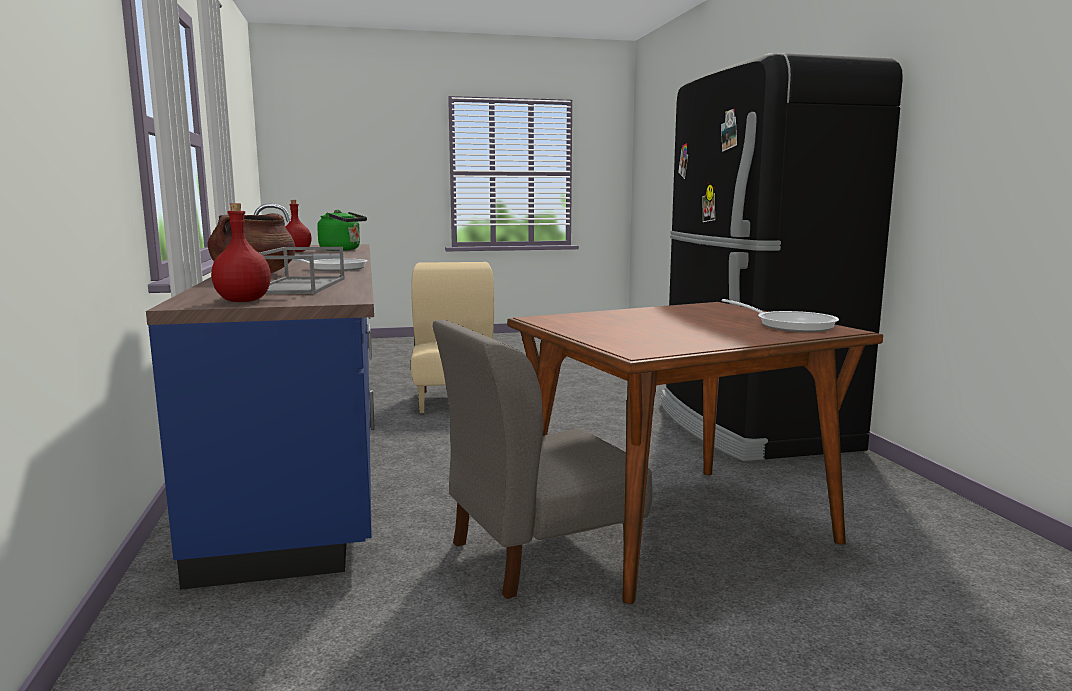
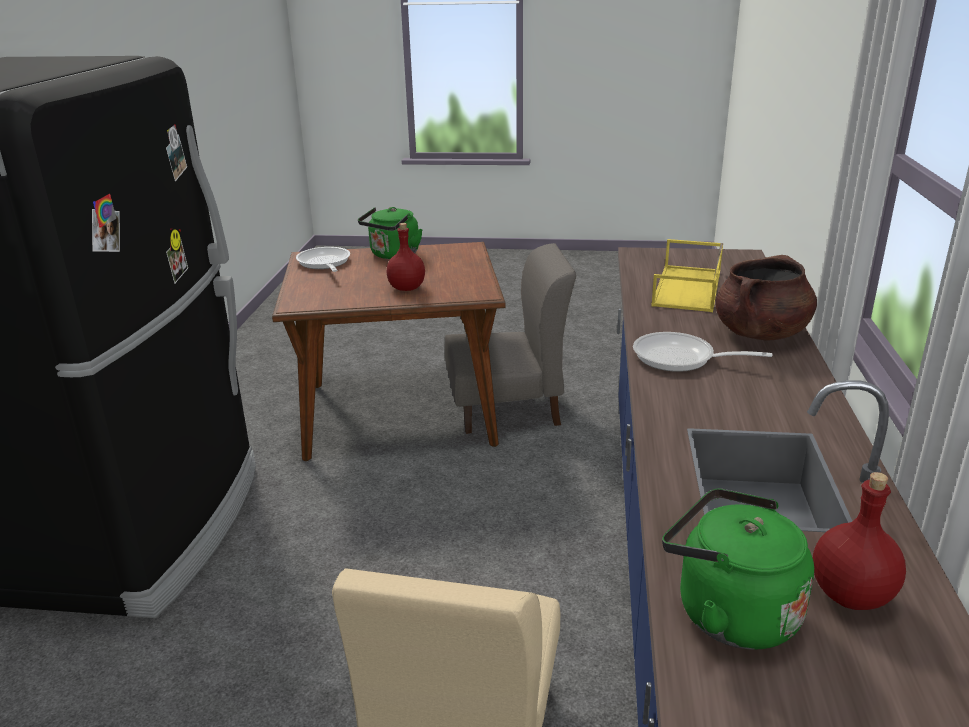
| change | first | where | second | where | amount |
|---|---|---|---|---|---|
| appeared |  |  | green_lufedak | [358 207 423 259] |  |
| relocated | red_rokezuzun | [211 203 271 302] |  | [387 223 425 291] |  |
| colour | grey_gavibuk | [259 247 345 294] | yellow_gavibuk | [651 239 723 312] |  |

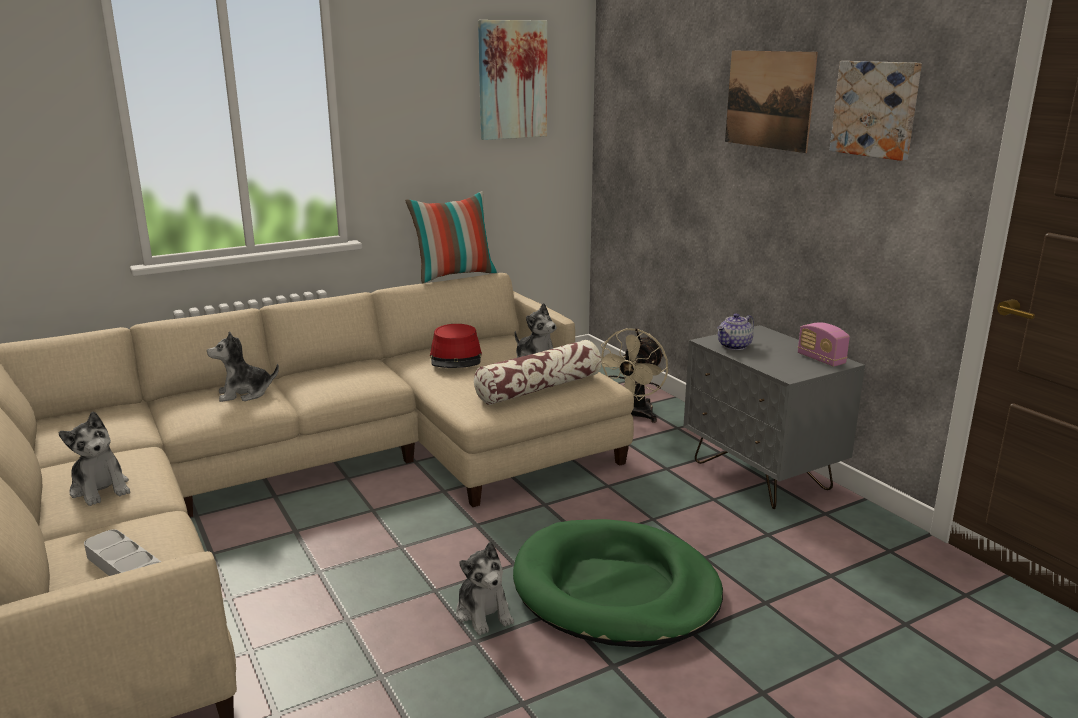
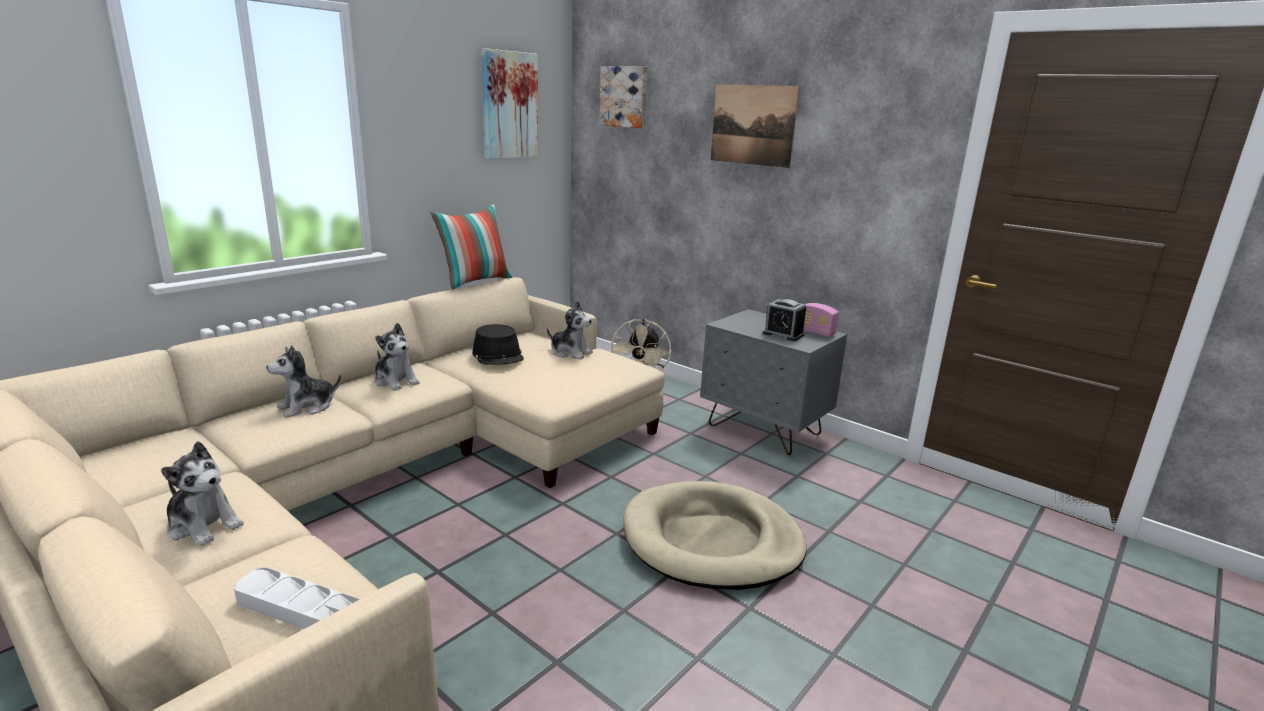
| change | first | where | second | where | amount |
|---|---|---|---|---|---|
| missing | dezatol | [474 340 602 405] |  |  |  |
| missing | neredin | [717 313 754 350] |  |  |  |
| appeared |  |  | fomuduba | [763 299 806 341] |  |
| relocated | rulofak | [456 542 514 635] |  | [374 323 420 391] |  |
| relocated | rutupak | [830 61 922 161] |  | [599 66 647 128] |  |
| colour | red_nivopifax | [430 324 482 368] | black_nivopifax | [473 324 524 365] |  |
| colour | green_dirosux | [513 519 723 647] | beige_dirosux | [623 481 806 590] |  |

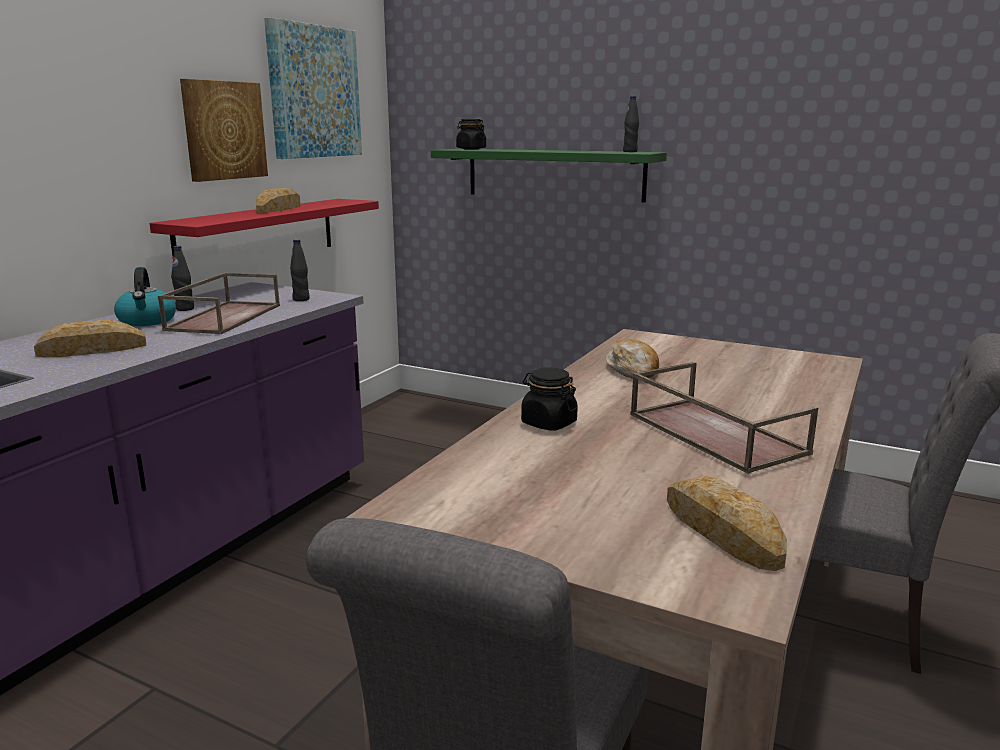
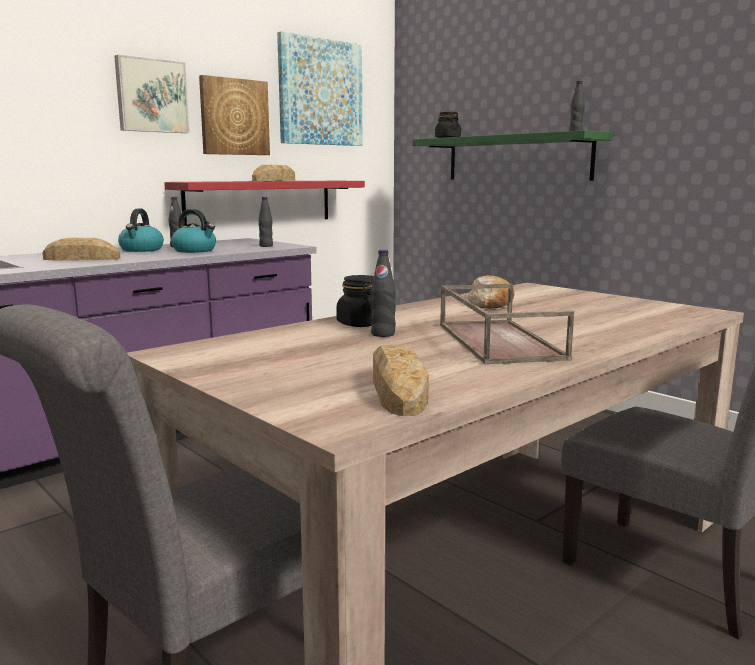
| change | first | where | second | where | amount |
|---|---|---|---|---|---|
| appeared |  |  | rutupak | [114 55 190 133] |  |
| appeared |  |  | black_rokezuzun | [371 250 396 337] |  |
| exchanged | brown_gavibuk | [158 273 280 334] | lufedak | [171 209 216 253] |  |

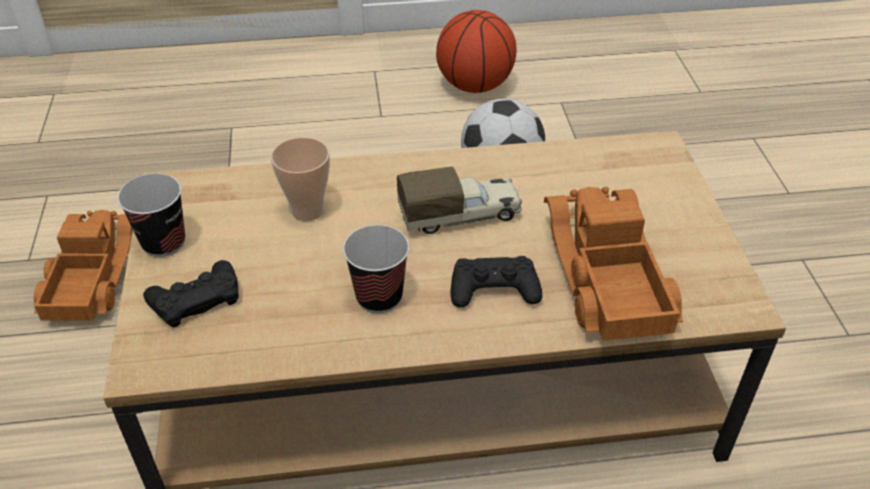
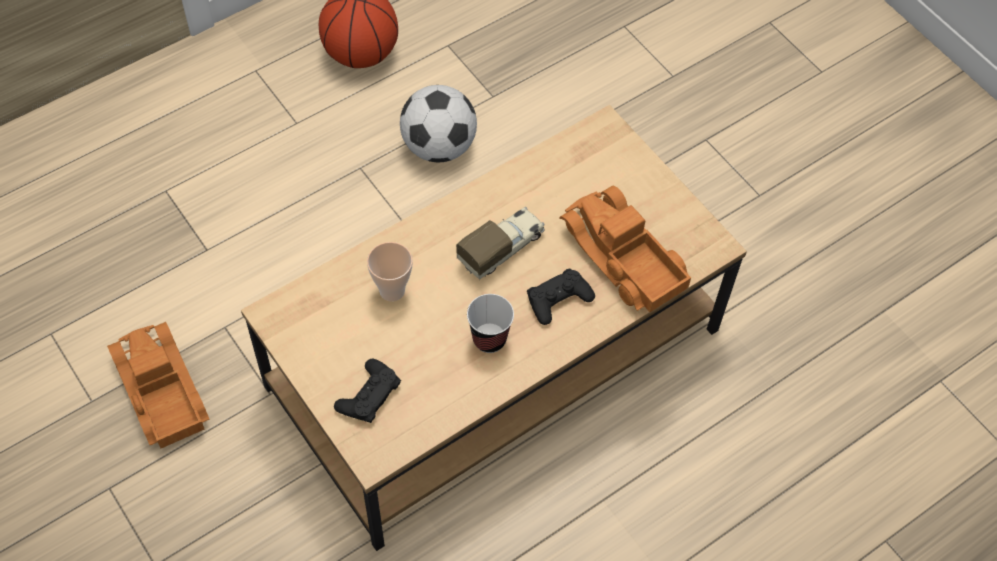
| change | first | where | second | where | amount |
|---|---|---|---|---|---|
| missing | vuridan | [117 173 185 257] |  |  |  |

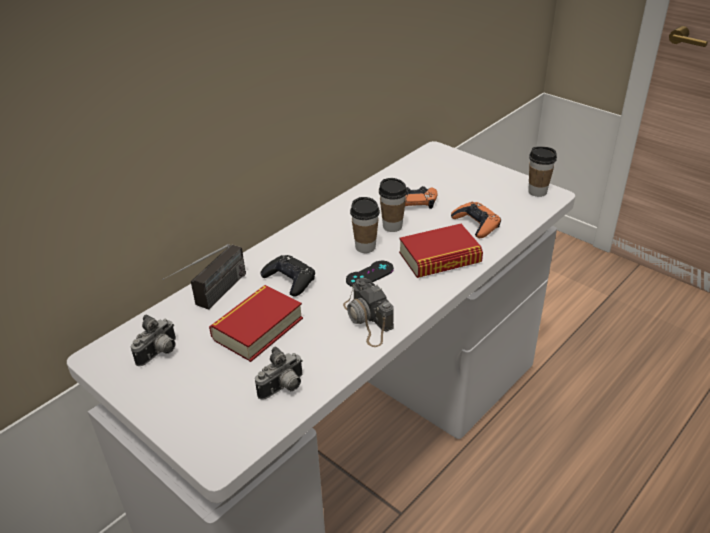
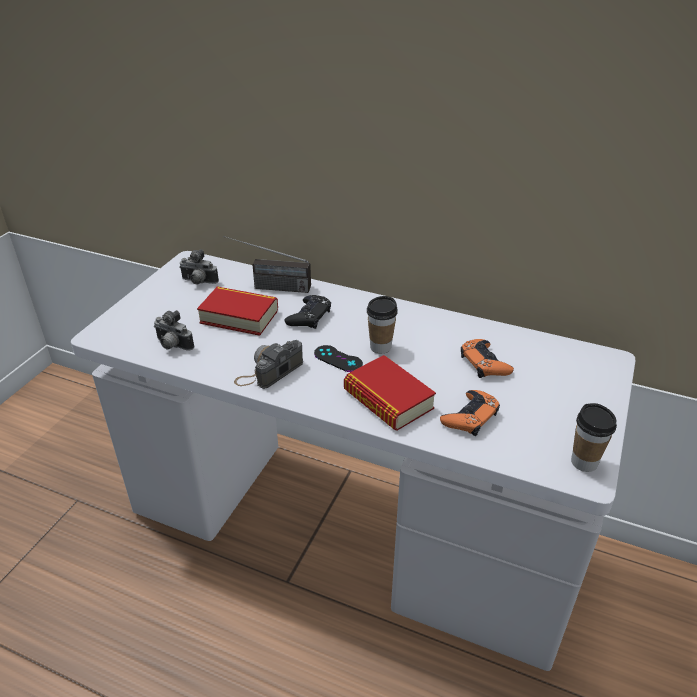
| change | first | where | second | where | amount |
|---|---|---|---|---|---|
| missing | vuridan | [379 178 407 232] |  |  |  |

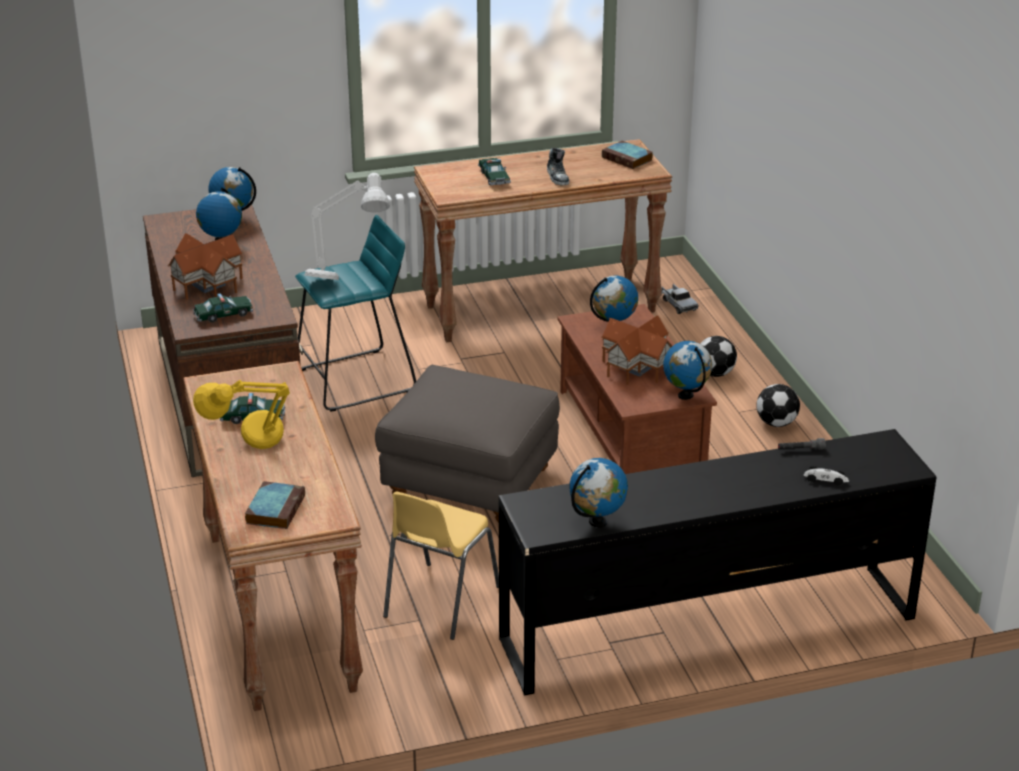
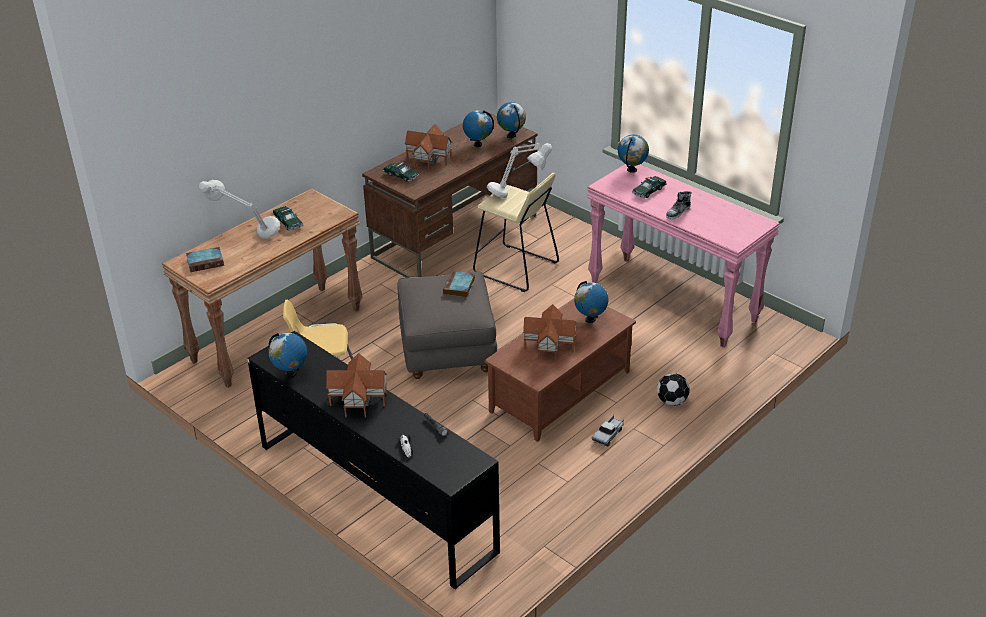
| change | first | where | second | where | amount |
|---|---|---|---|---|---|
| missing | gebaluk | [756 384 800 427] |  |  |  |
| appeared |  |  | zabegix | [326 353 387 417] |  |
| relocated | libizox | [602 141 653 169] |  | [443 271 475 298] |  |
| relocated | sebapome | [661 284 699 314] |  | [592 415 624 447] |  |
| relocated | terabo | [663 341 712 400] |  | [618 134 649 173] |  |
| colour | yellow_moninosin | [193 380 290 449] | grey_moninosin | [199 180 280 239] |  |
| colour | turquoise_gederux | [295 215 416 412] | beige_gederux | [473 173 559 292] |  |
| colour | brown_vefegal | [414 139 672 342] | pink_vefegal | [587 164 780 348] |  |

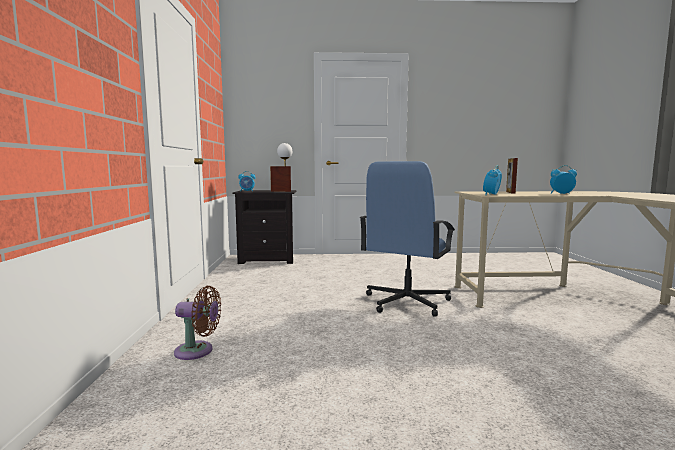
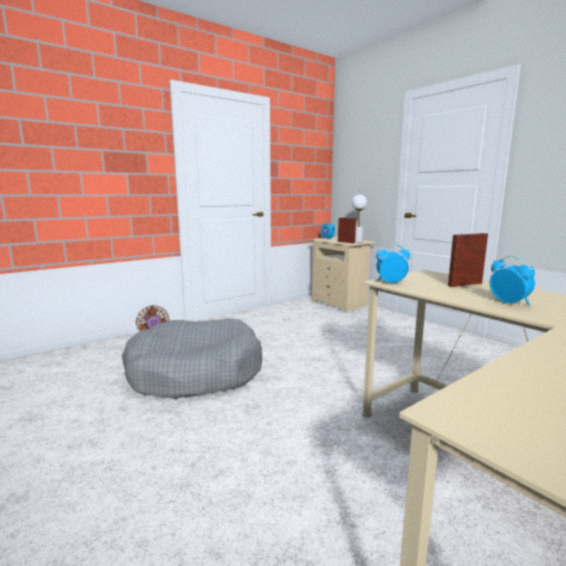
| change | first | where | second | where | amount |
|---|---|---|---|---|---|
| missing | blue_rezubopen | [359 161 455 317] |  |  |  |
| appeared |  |  | grey_dirosux | [122 318 262 399] |  |
| colour | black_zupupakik | [232 190 297 264] | beige_zupupakik | [310 237 376 313] |  |

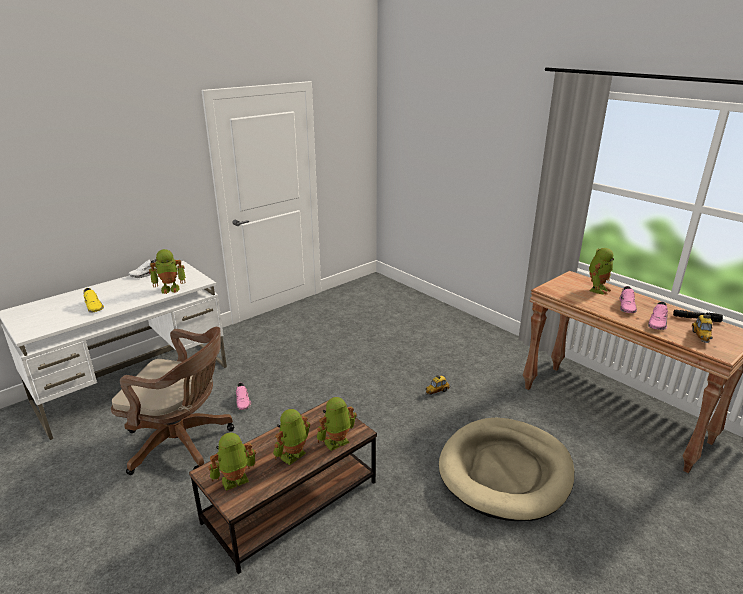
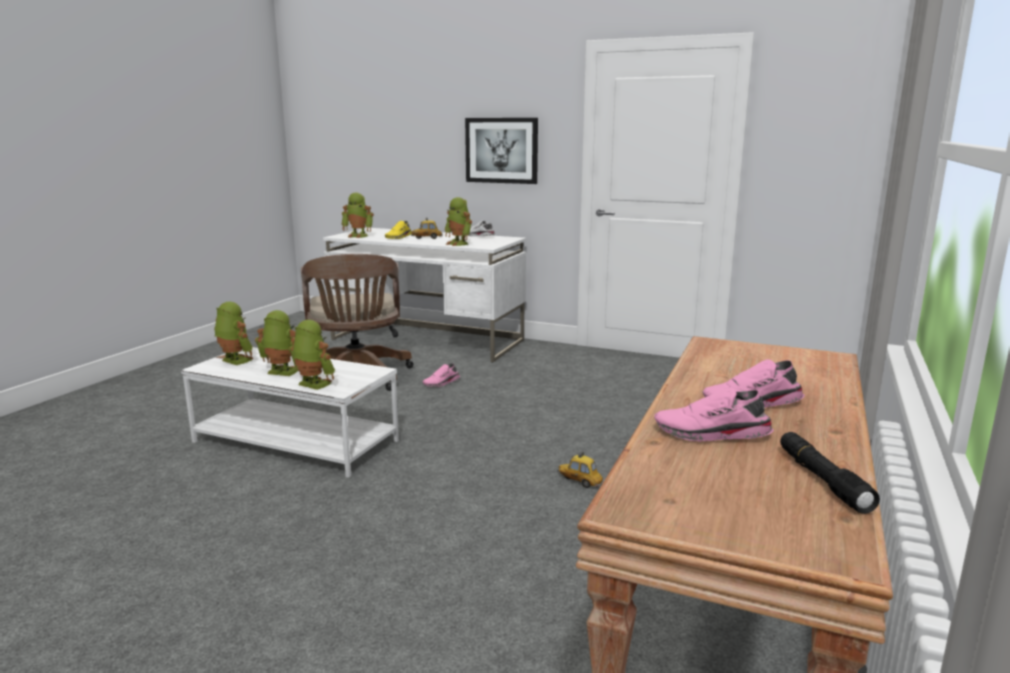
| change | first | where | second | where | amount |
|---|---|---|---|---|---|
| missing | beige_dirosux | [439 418 574 521] |  |  |  |
| appeared |  |  | rutupak | [465 118 538 184] |  |
| relocated | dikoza | [589 248 614 295] |  | [341 193 374 238] |  |
| relocated | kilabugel | [691 315 714 343] |  | [411 218 443 239] |  |
| colour | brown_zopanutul | [189 400 377 574] | white_zopanutul | [181 347 399 478] |  |

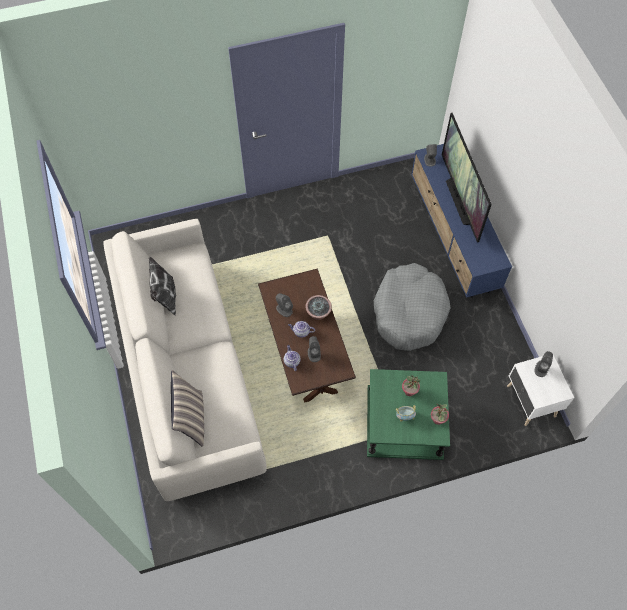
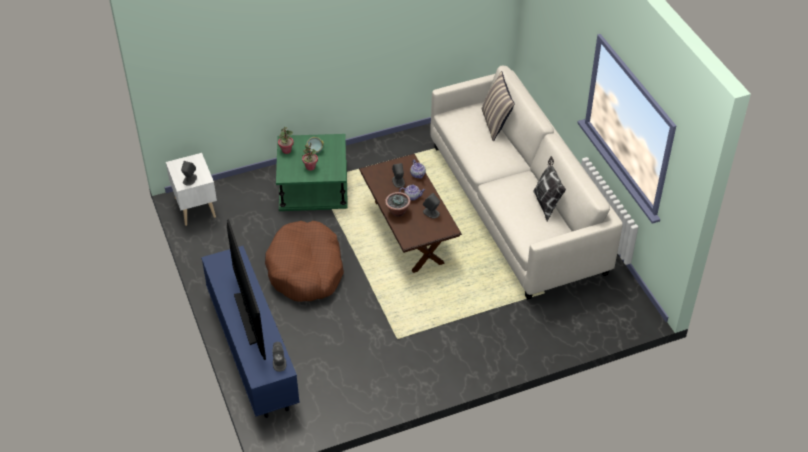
| change | first | where | second | where | amount |
|---|---|---|---|---|---|
| colour | grey_dirosux | [374 263 451 351] | brown_dirosux | [265 221 344 302] |  |

